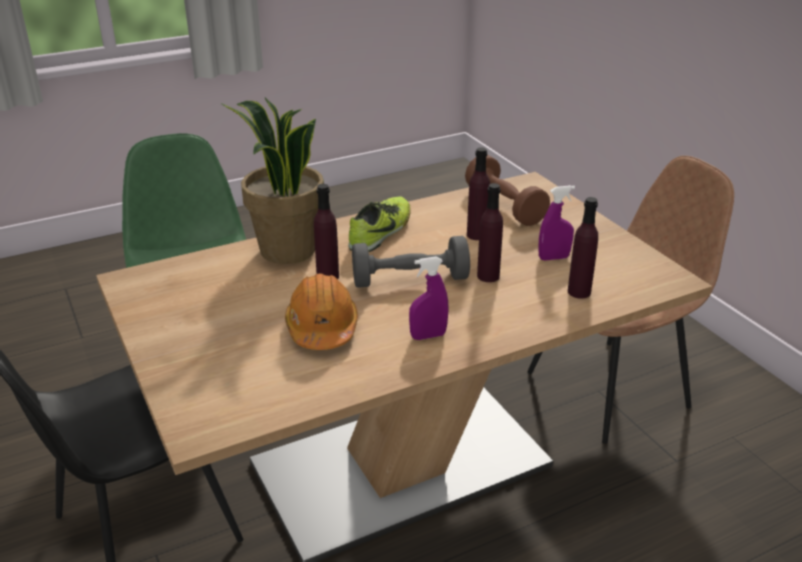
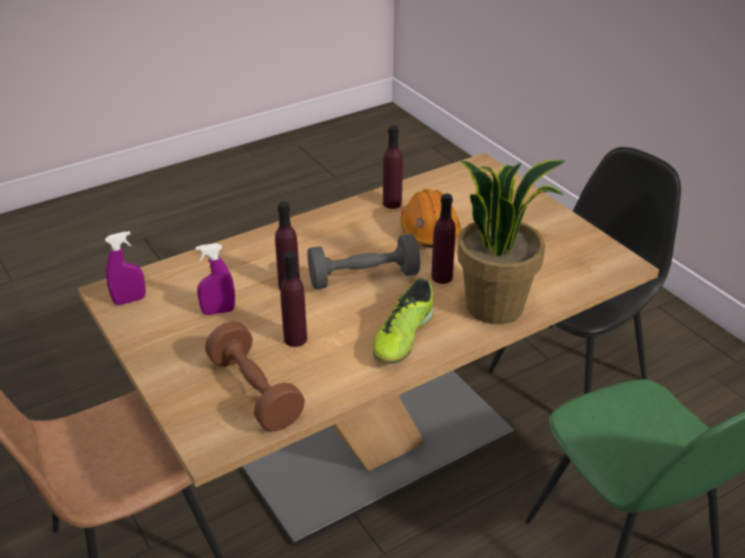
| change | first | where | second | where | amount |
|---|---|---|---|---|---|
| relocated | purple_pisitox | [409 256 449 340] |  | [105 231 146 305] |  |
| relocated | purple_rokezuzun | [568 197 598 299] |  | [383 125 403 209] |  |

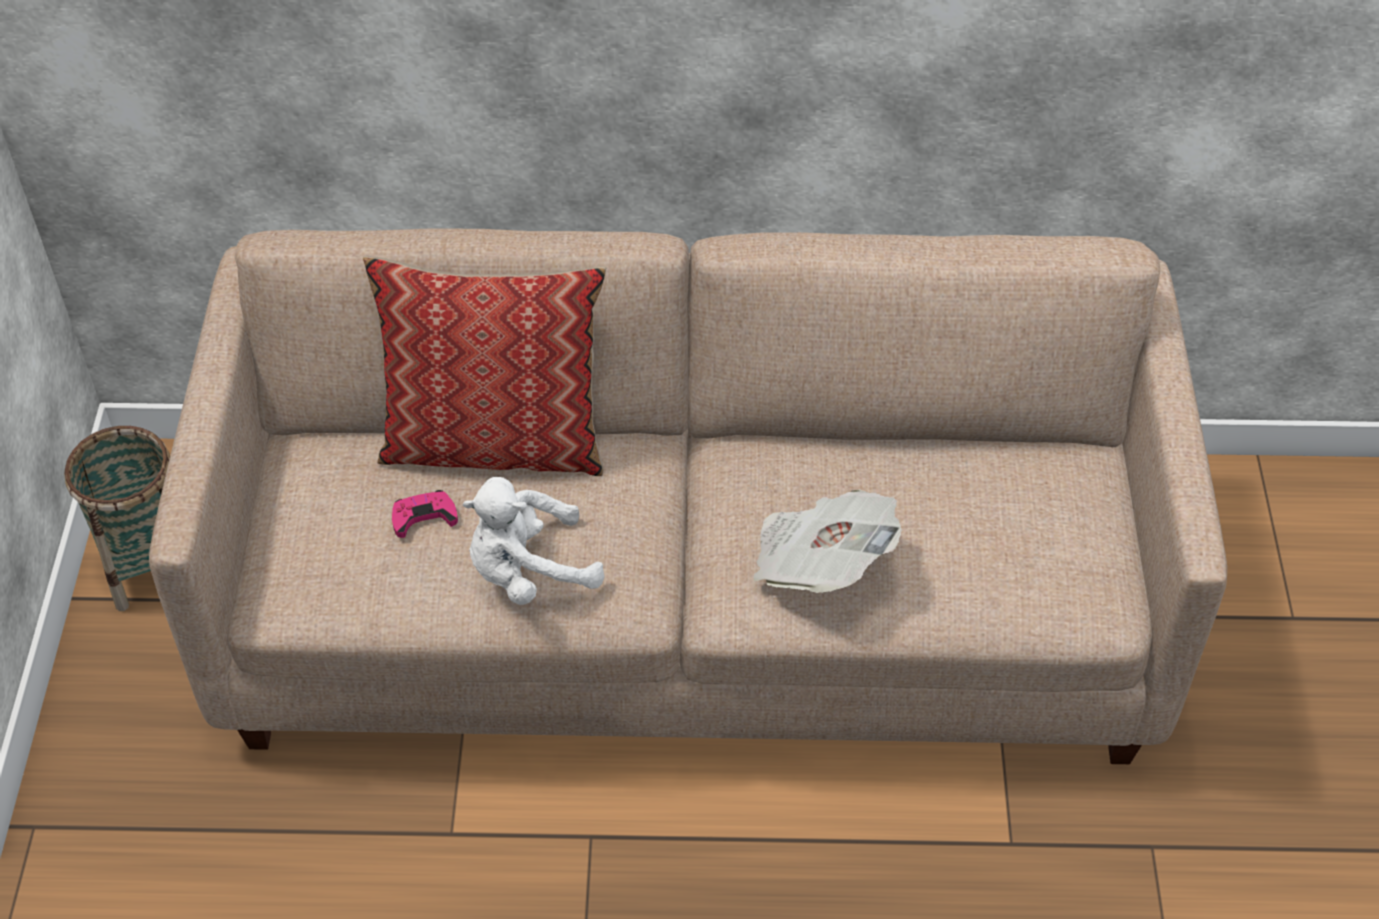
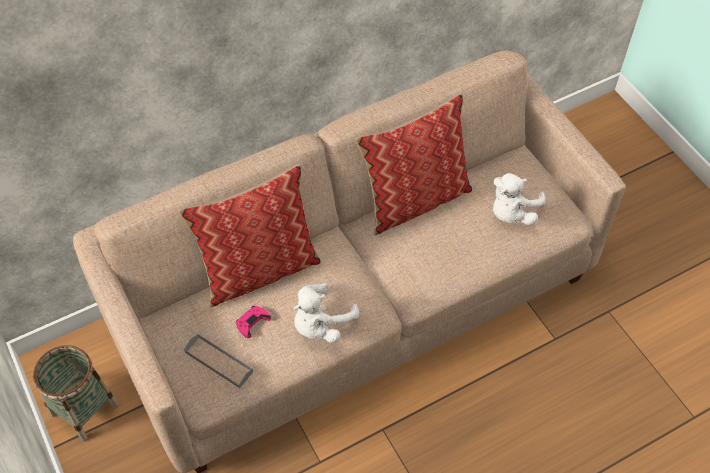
| change | first | where | second | where | amount |
|---|---|---|---|---|---|
| missing | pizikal | [753 489 902 593] |  |  |  |
| appeared |  |  | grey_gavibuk | [184 334 253 388] |  |
| appeared |  |  | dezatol | [355 93 472 235] |  |
| appeared |  |  | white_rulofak | [493 173 546 225] |  |

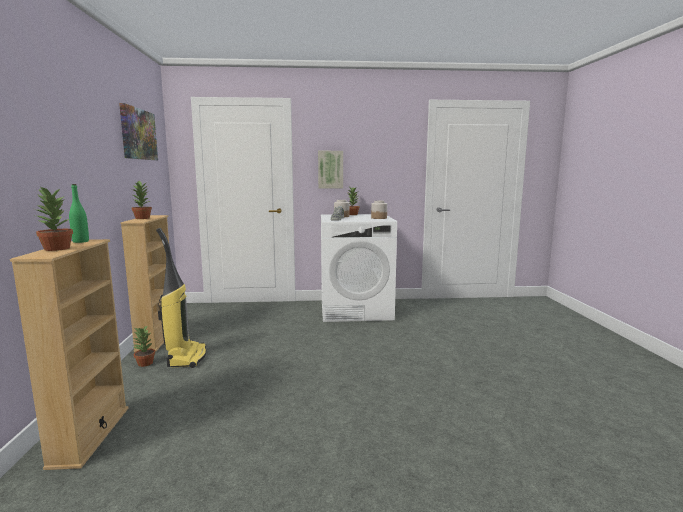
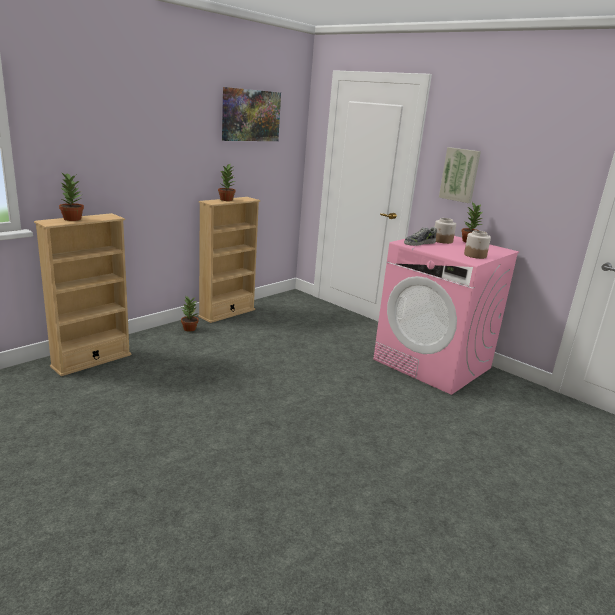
| change | first | where | second | where | amount |
|---|---|---|---|---|---|
| missing | green_rokezuzun | [69 184 89 243] |  |  |  |
| missing | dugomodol | [156 228 206 368] |  |  |  |
| colour | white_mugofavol | [321 214 397 322] | pink_mugofavol | [373 236 519 395] |  |

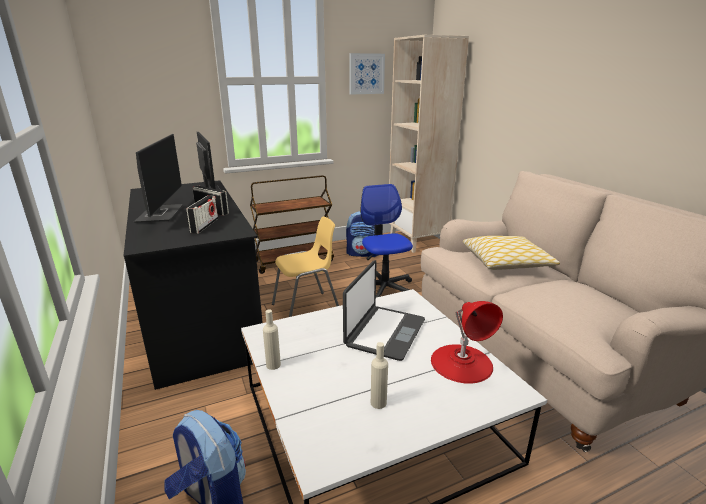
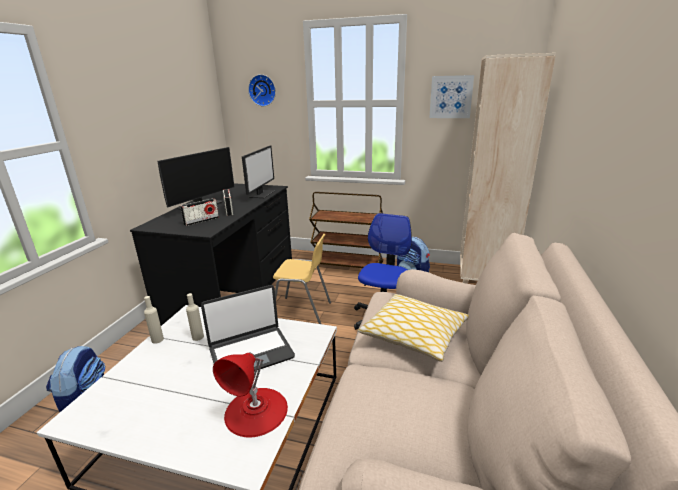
| change | first | where | second | where | amount |
|---|---|---|---|---|---|
| appeared |  |  | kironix | [248 74 276 106] |  |
| relocated | beige_rokezuzun | [371 342 388 409] |  | [186 293 204 341] |  |

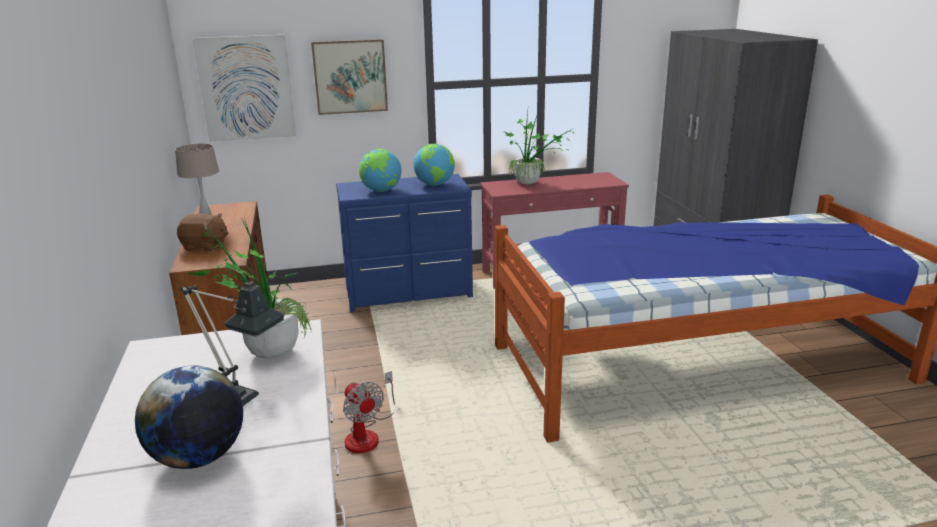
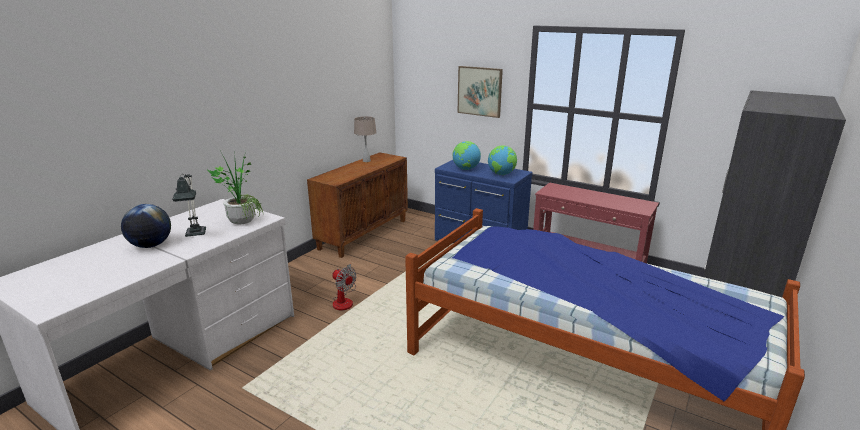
| change | first | where | second | where | amount |
|---|---|---|---|---|---|
| missing | brown_rulofak | [177 213 228 251] |  |  |  |
| missing | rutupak | [193 35 296 142] |  |  |  |
| missing | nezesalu | [504 112 572 185] |  |  |  |
| spun | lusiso | [343 371 395 453] |  | [332 264 357 310] | 60 degrees counterclockwise |

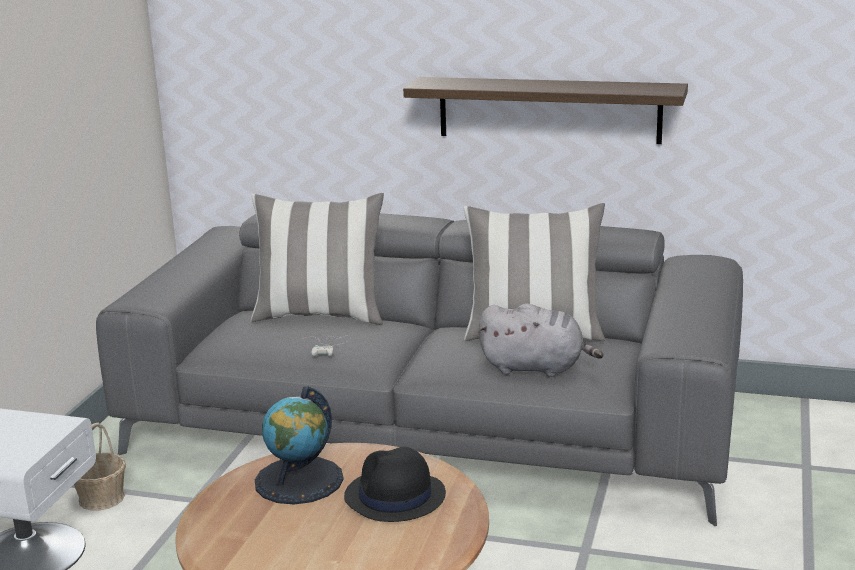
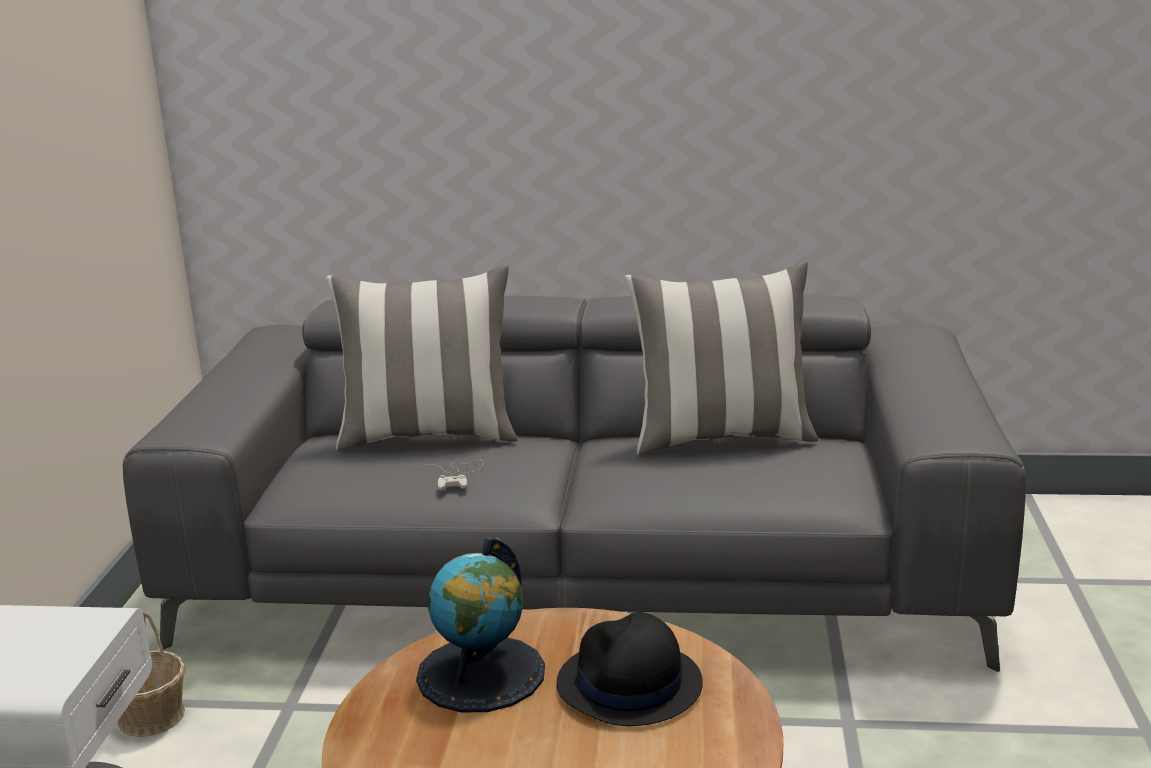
| change | first | where | second | where | amount |
|---|---|---|---|---|---|
| missing | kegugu | [403 77 688 144] |  |  |  |
| missing | grey_rulofak | [478 303 603 377] |  |  |  |

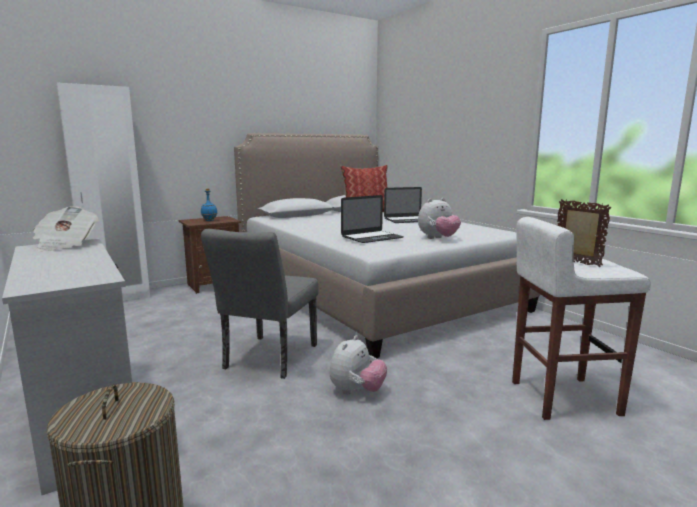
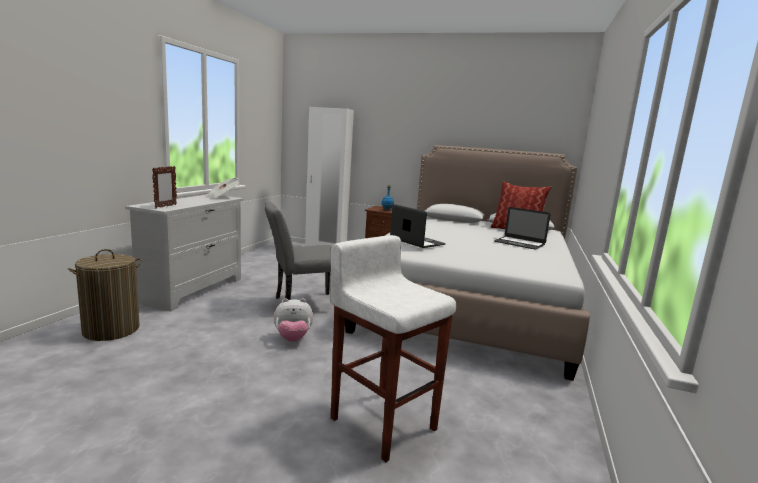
| change | first | where | second | where | amount |
|---|---|---|---|---|---|
| missing | rulofak | [418 198 461 239] |  |  |  |
| relocated | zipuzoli | [557 199 611 267] |  | [152 166 177 208] |  |
| spun | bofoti | [341 195 404 243] |  | [390 204 446 248] | 150 degrees counterclockwise |

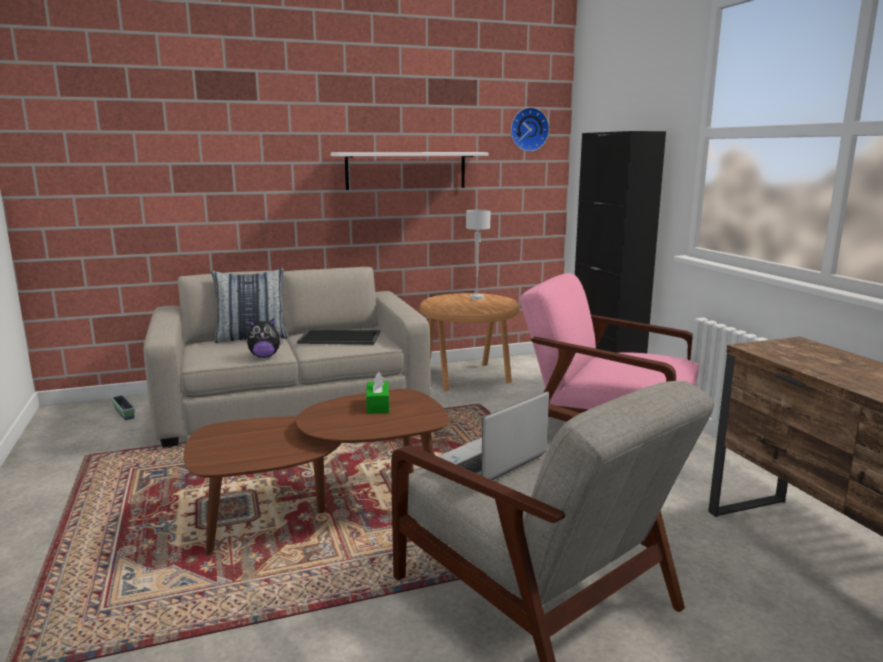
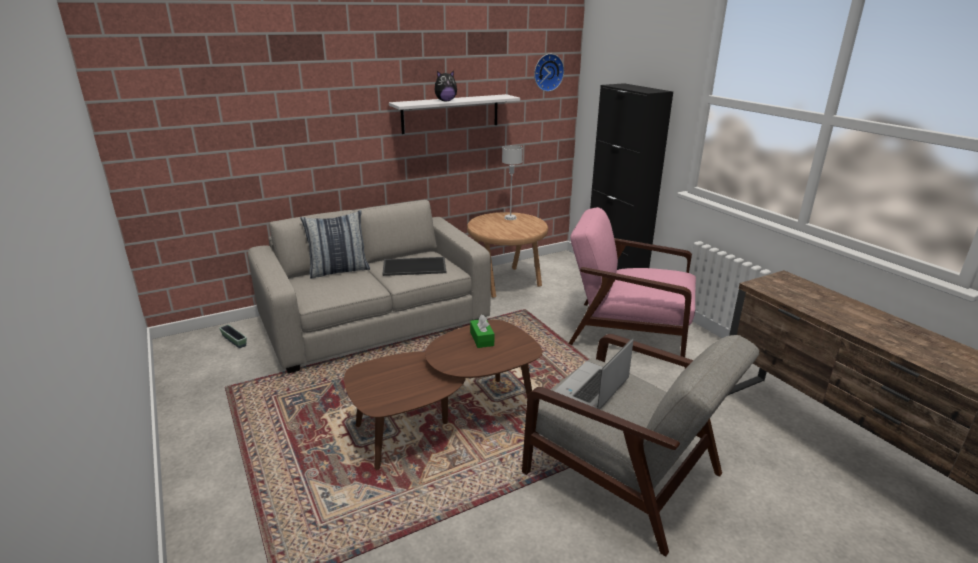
| change | first | where | second | where | amount |
|---|---|---|---|---|---|
| relocated | rulofak | [247 318 283 358] |  | [434 71 457 102] |  |

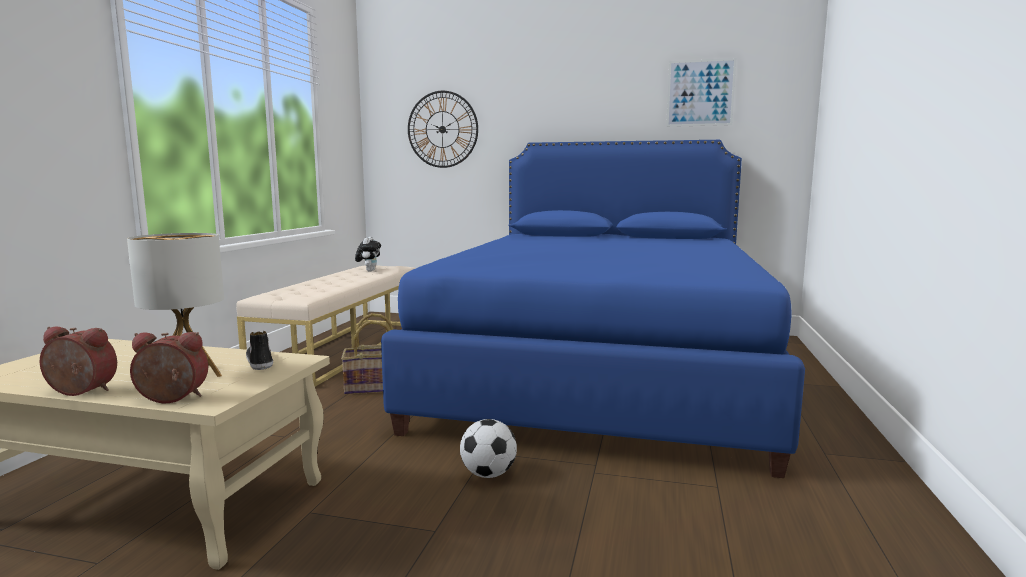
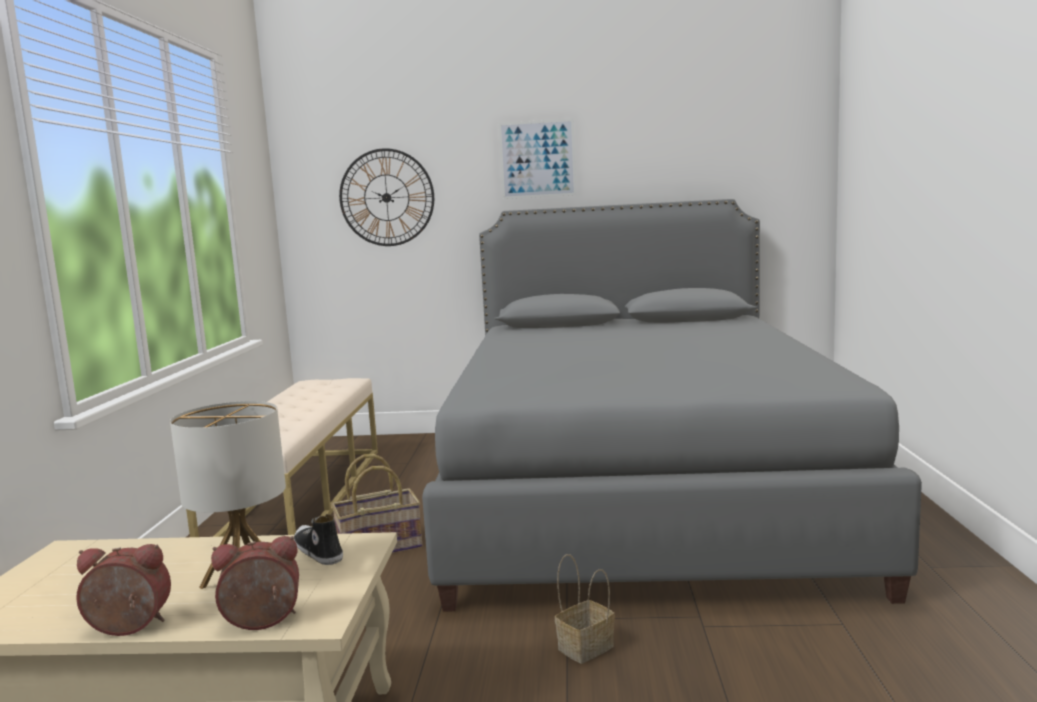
| change | first | where | second | where | amount |
|---|---|---|---|---|---|
| missing | rulofak | [355 237 381 271] |  |  |  |
| relocated | rutupak | [666 58 736 127] |  | [499 118 576 199] |  |
| exchanged | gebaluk | [460 419 517 478] | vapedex | [555 554 615 664] |  |
| colour | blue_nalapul | [381 140 805 478] | grey_nalapul | [422 199 922 612] |  |

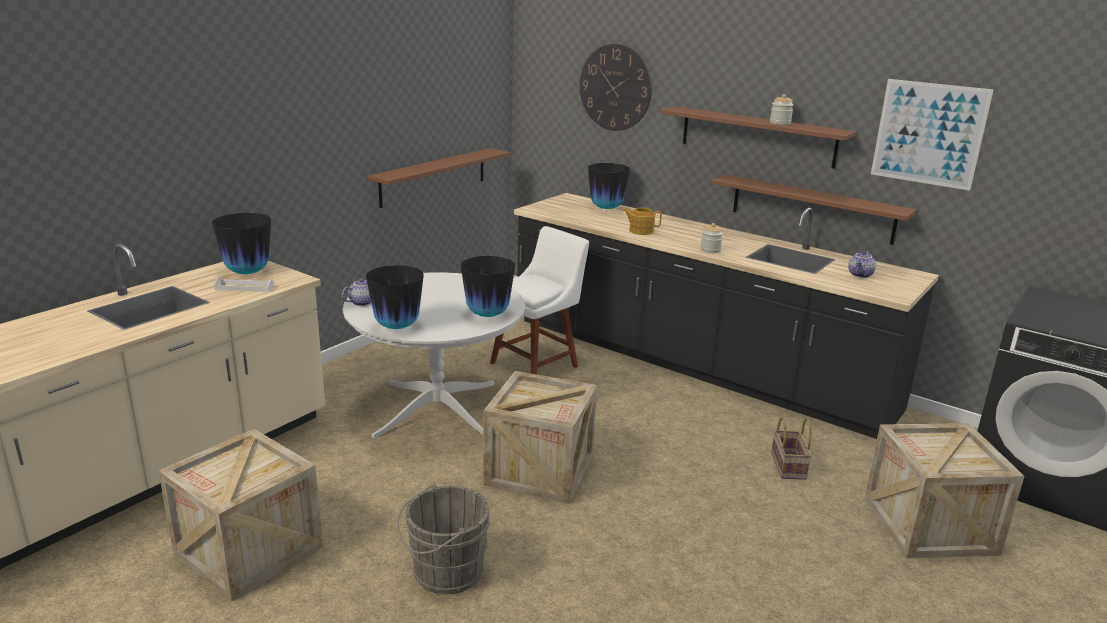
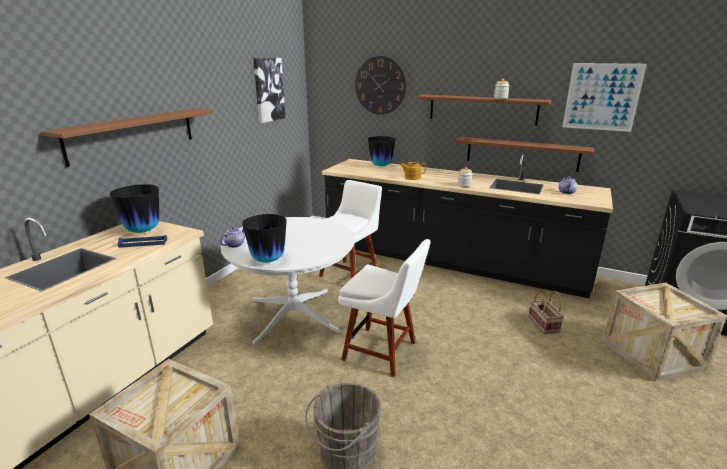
| change | first | where | second | where | amount |
|---|---|---|---|---|---|
| missing | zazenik | [461 256 515 317] |  |  |  |
| appeared |  |  | rutupak | [253 58 286 123] |  |
| relocated | brown_kegugu | [368 148 510 208] |  | [41 109 213 167] |  |
| exchanged | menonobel | [483 371 597 504] | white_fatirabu | [338 239 431 377] |  |
| colour | white_gavibuk | [214 278 274 292] | blue_gavibuk | [118 235 168 248] |  |

